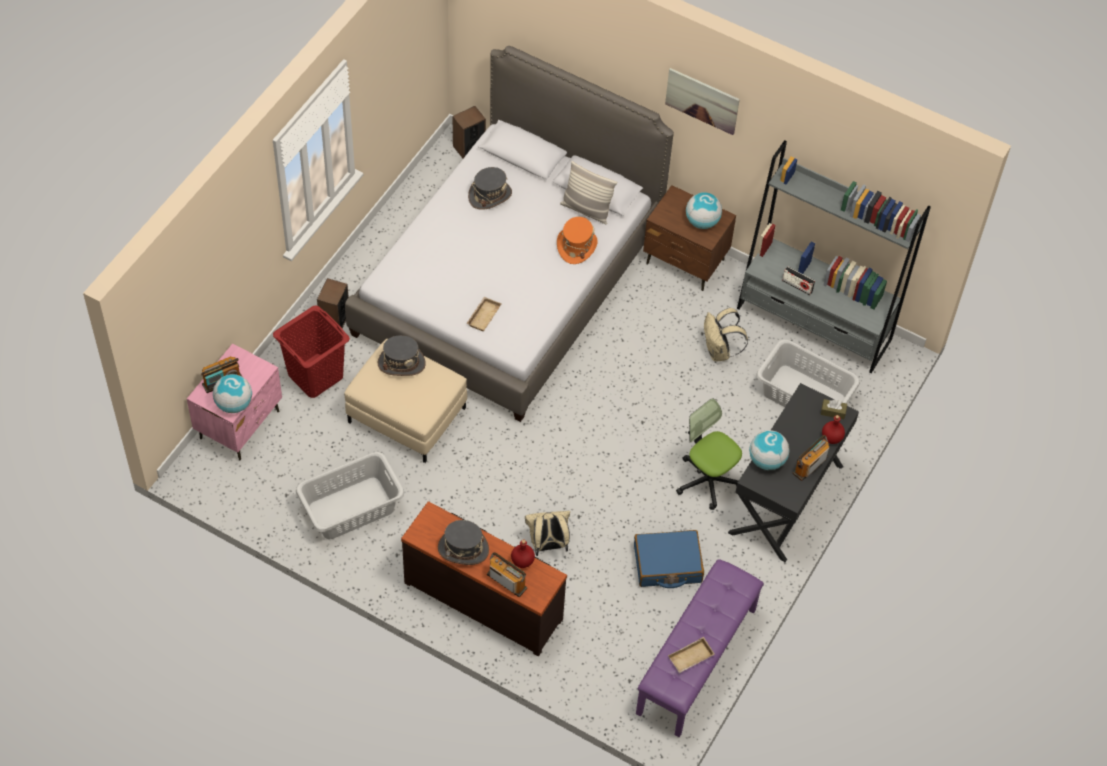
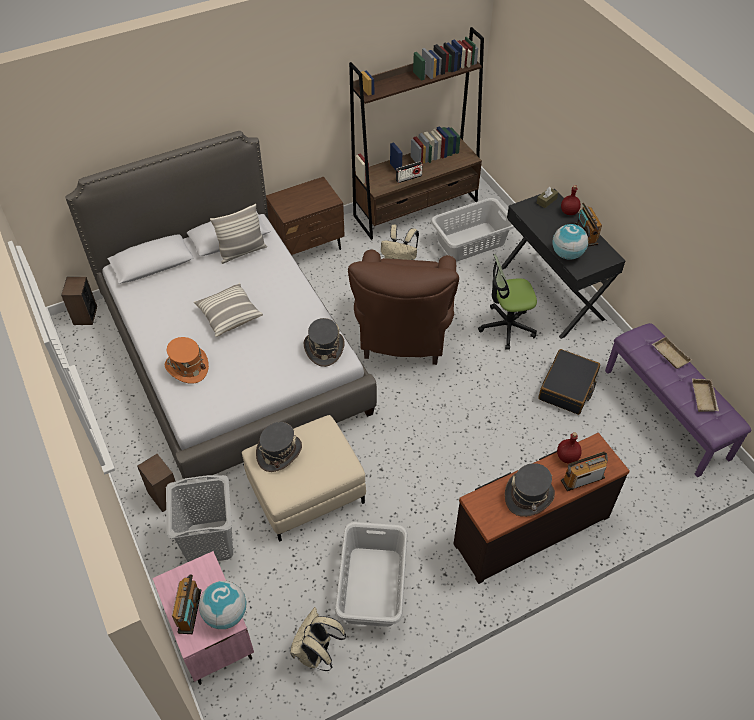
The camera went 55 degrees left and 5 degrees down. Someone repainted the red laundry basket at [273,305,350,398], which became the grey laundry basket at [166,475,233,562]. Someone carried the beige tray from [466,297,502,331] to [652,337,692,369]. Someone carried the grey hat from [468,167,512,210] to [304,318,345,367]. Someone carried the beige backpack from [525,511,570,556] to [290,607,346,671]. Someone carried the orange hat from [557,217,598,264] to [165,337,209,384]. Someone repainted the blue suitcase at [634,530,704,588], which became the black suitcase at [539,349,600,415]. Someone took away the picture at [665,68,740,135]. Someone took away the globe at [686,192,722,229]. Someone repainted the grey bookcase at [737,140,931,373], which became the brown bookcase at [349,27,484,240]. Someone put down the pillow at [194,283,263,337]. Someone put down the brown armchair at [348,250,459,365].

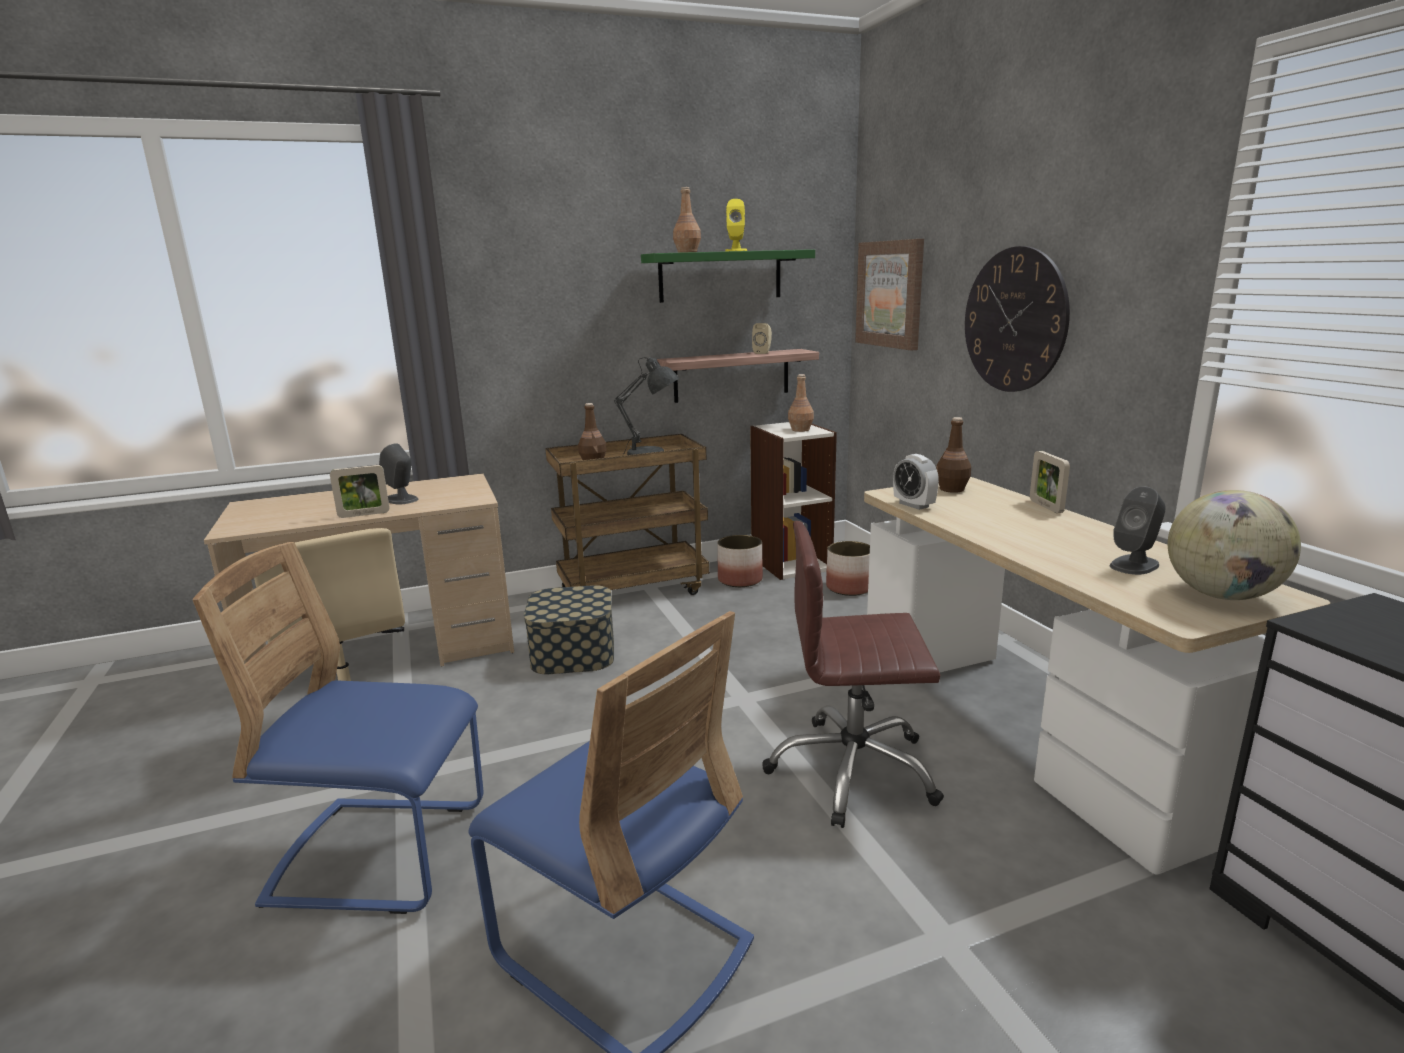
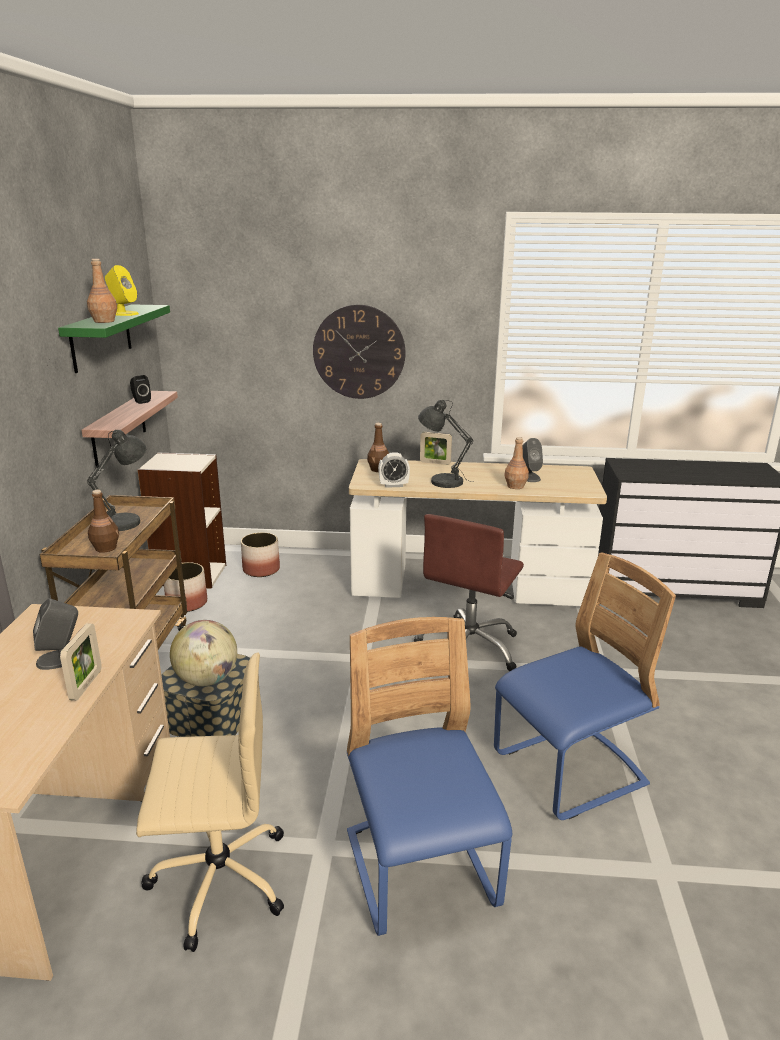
The camera went 65 degrees left and 5 degrees up. Someone rotated the blue chair at [192,542,484,914] by 135 degrees clockwise. Someone repainted the beige speaker at [752,323,772,354], which became the black speaker at [130,375,151,404]. Someone carried the brown bottle from [788,374,814,432] to [505,437,529,489]. Someone took away the picture at [855,239,924,351]. Someone carried the globe from [1168,490,1301,600] to [170,620,237,686]. Someone put down the grey table lamp at [418,400,474,488].

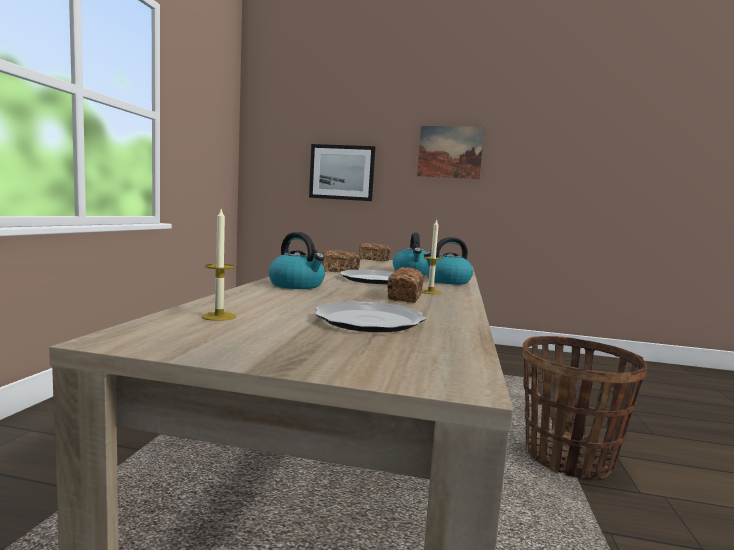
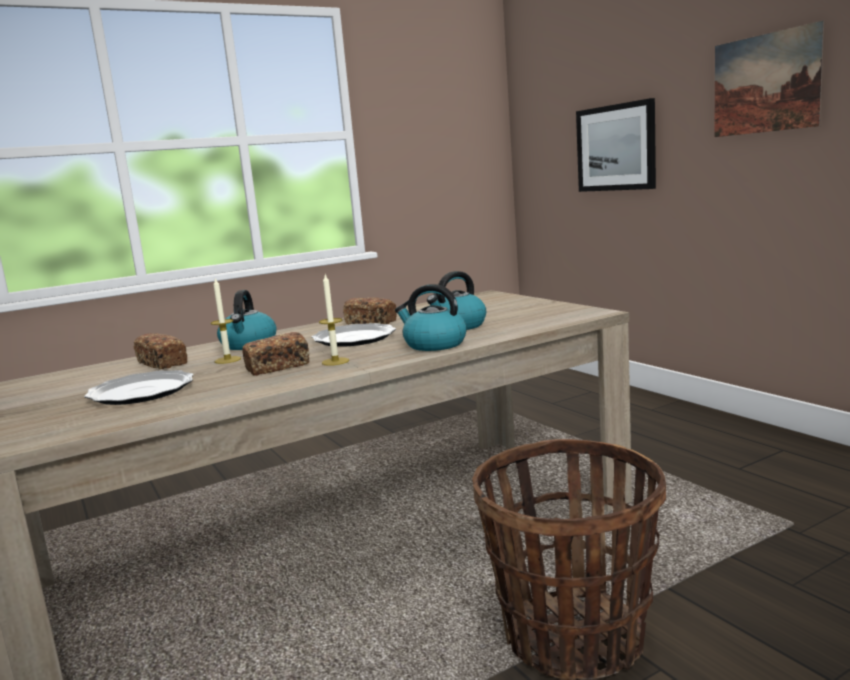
The camera went 50 degrees right and 5 degrees up. Someone carried the candle from [201,209,237,321] to [211,277,241,364]. Someone carried the bread from [359,243,391,261] to [134,333,187,369].

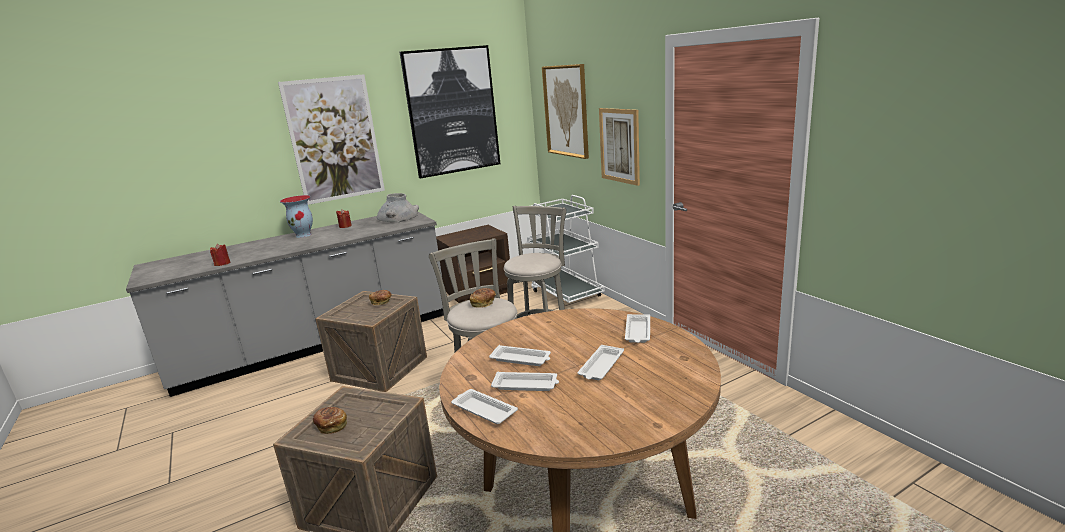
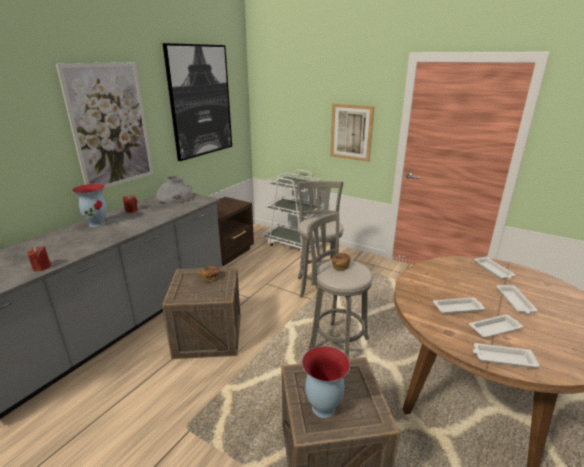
The camera went 30 degrees left and 5 degrees up. Someone swapped the bread at [313,407,347,434] for the vase at [302,346,350,418]. Someone took away the picture at [542,64,589,159].

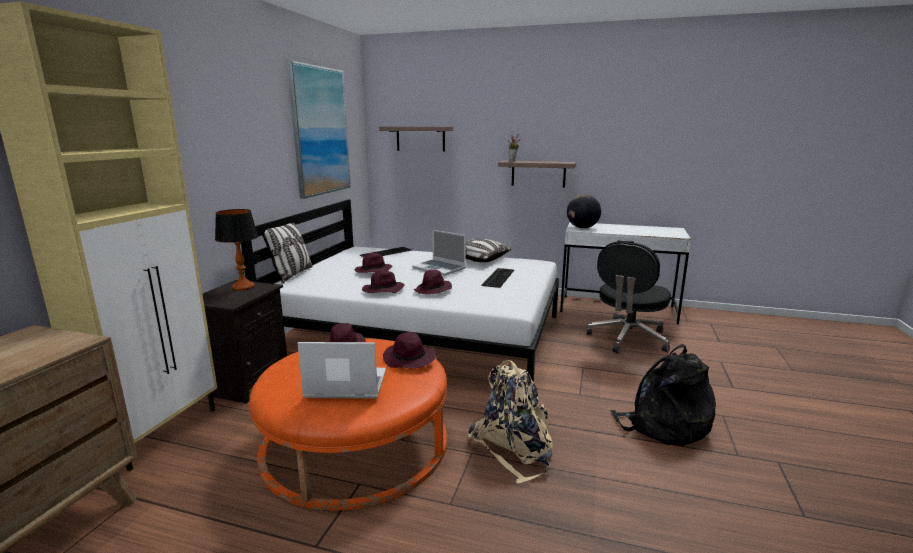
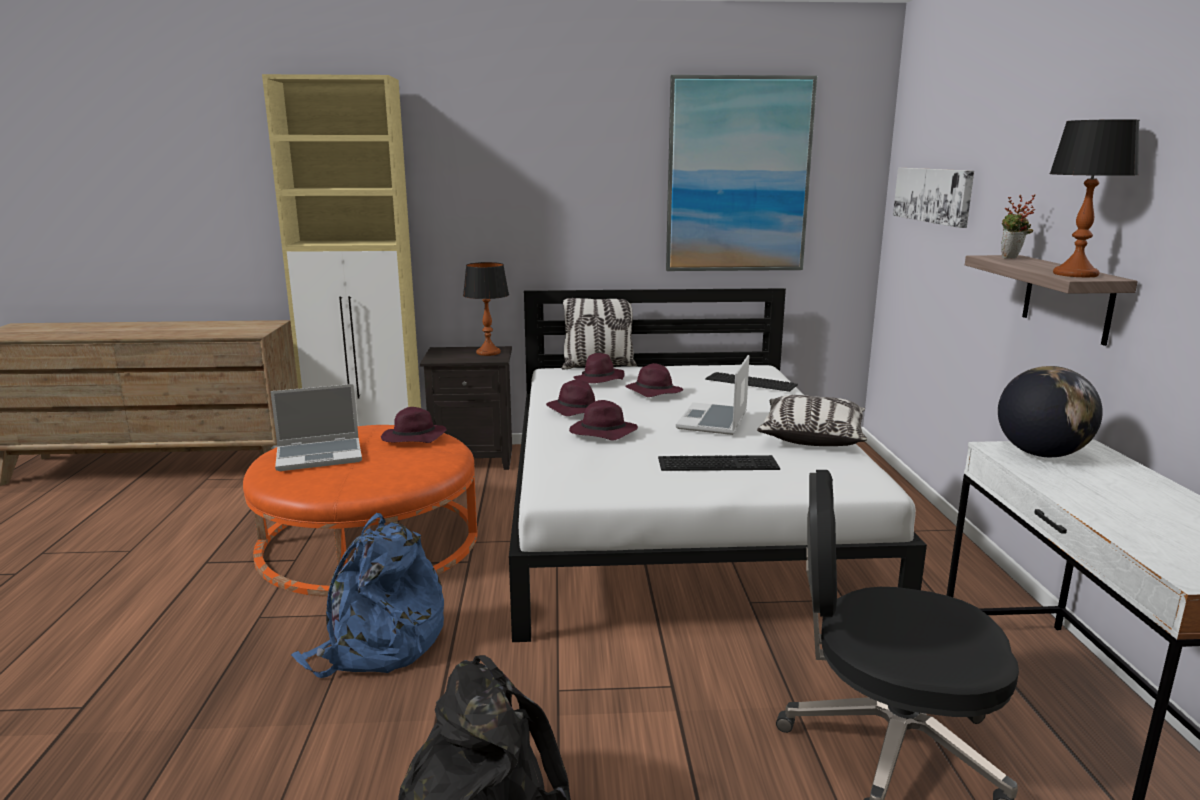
The camera went 70 degrees right and 0 degrees up. Someone rotated the laptop at [297,342,386,398] by 90 degrees clockwise. Someone swapped the shelf at [379,126,453,152] for the picture at [893,168,974,228]. Someone carried the purple hat from [383,332,436,368] to [574,353,625,383]. Someone repainted the beige backpack at [468,360,553,484], which became the blue backpack at [291,513,444,678]. Someone put down the table lamp at [1049,119,1140,277].

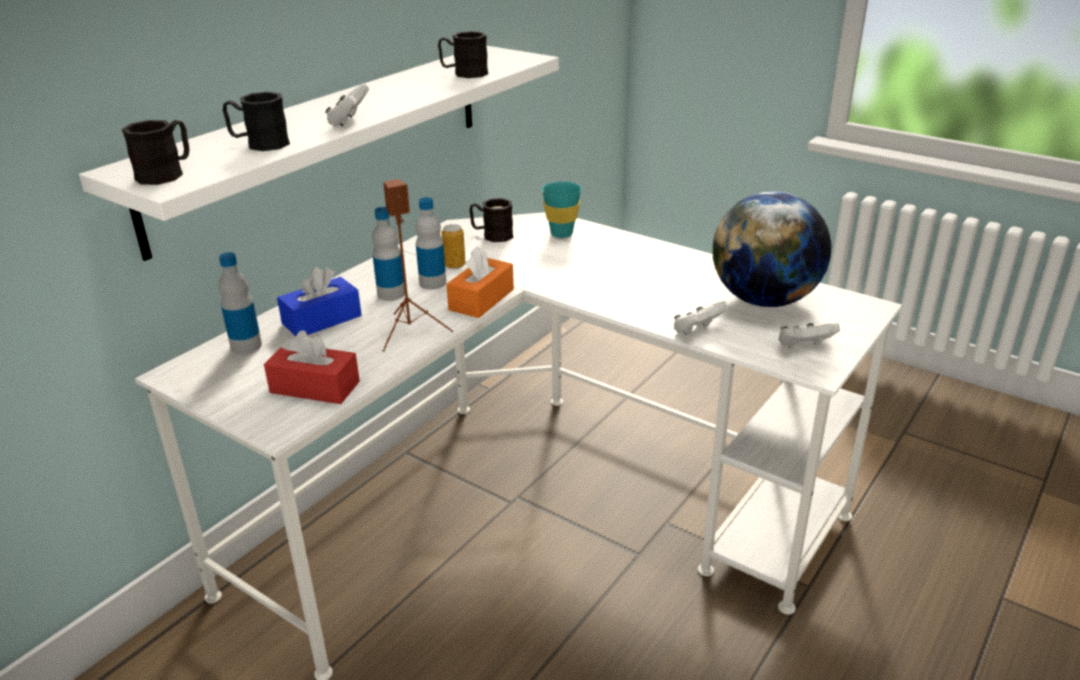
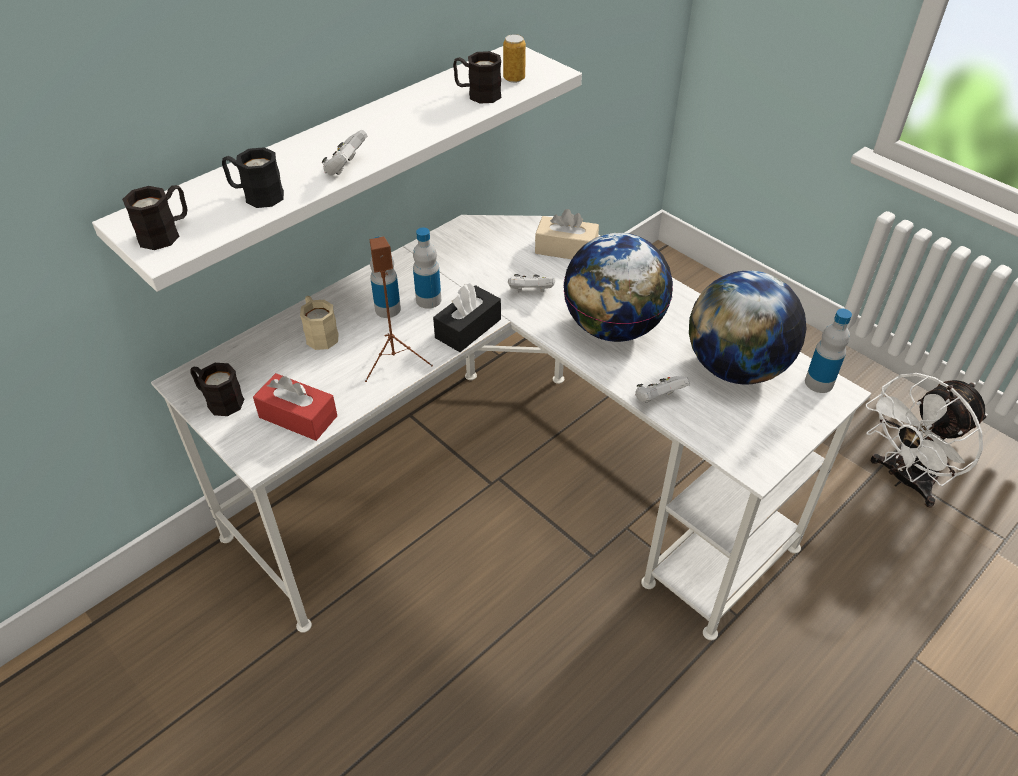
The camera went 10 degrees right and 15 degrees up. Someone carried the bottle from [219,252,262,354] to [805,309,852,393]. Someone swapped the blue tissue box at [277,267,362,336] for the beige mug at [300,296,339,350]. Someone carried the can from [441,224,465,269] to [503,34,526,83]. Someone repainted the orange tissue box at [446,246,514,318], which became the black tissue box at [433,283,501,352]. Someone carried the black mug from [470,198,513,242] to [190,363,245,416]. Someone swapped the turquoise cup at [542,181,582,238] for the beige tissue box at [535,209,599,259]. Someone carried the white game controller from [778,322,840,348] to [508,274,555,292]. Someone put down the globe at [563,233,673,342]. Someone put down the white fan at [866,373,988,507].

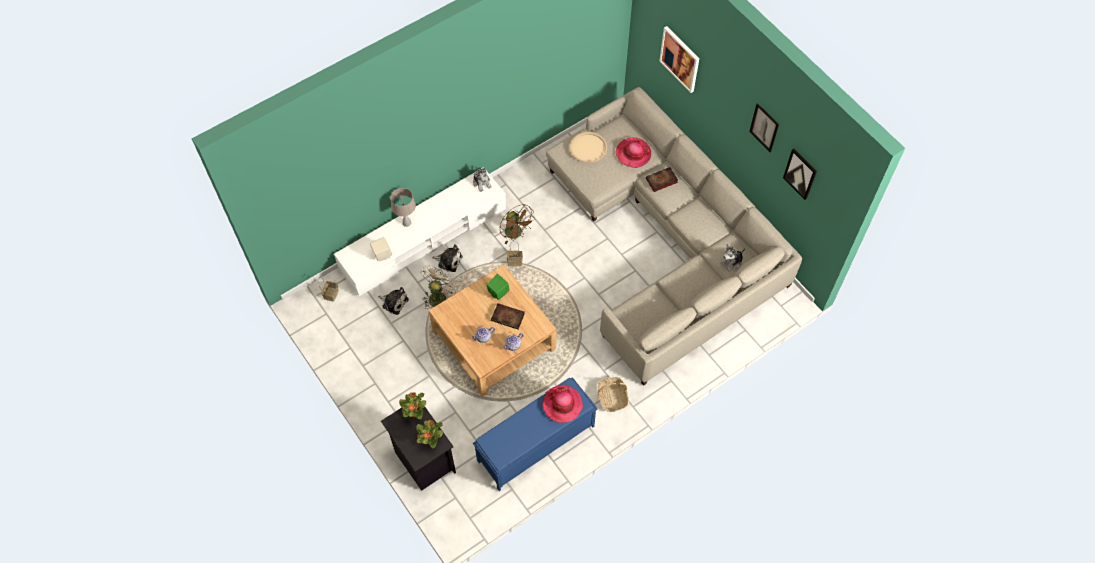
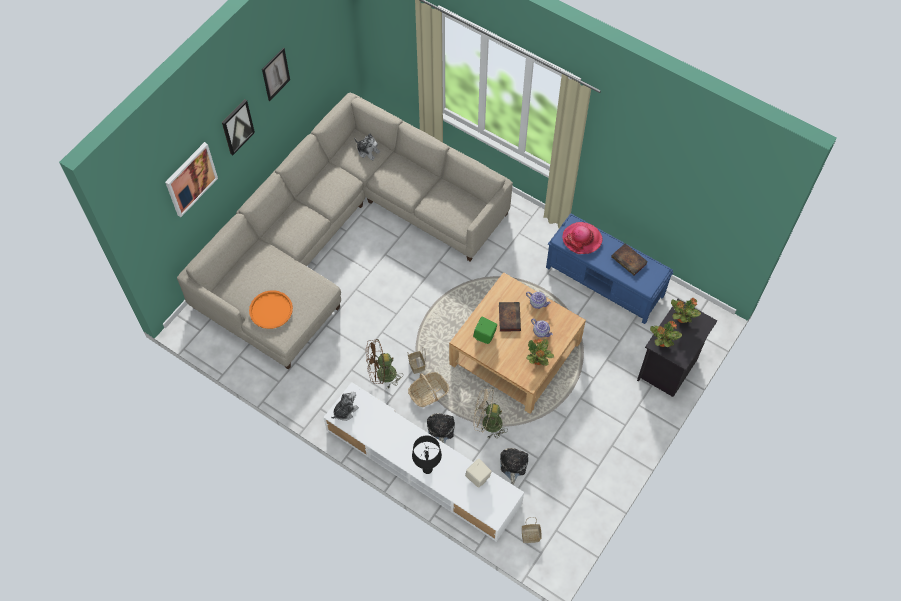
The camera went 110 degrees left and 0 degrees up. Someone repainted the beige table lamp at [390,188,416,227], which became the black table lamp at [412,435,442,474]. Someone rotated the brown fan at [500,204,535,244] by 135 degrees counterclockwise. Someone repainted the beige tray at [570,132,607,163], which became the orange tray at [249,290,293,329]. Someone carried the basket from [598,377,629,412] to [408,372,449,407]. Someone took away the hat at [616,138,651,168]. Someone carried the book from [646,167,678,192] to [611,243,648,276]. Someone carried the picture from [783,148,817,200] to [222,99,255,155]. Someone put down the potted plant at [527,339,554,366].

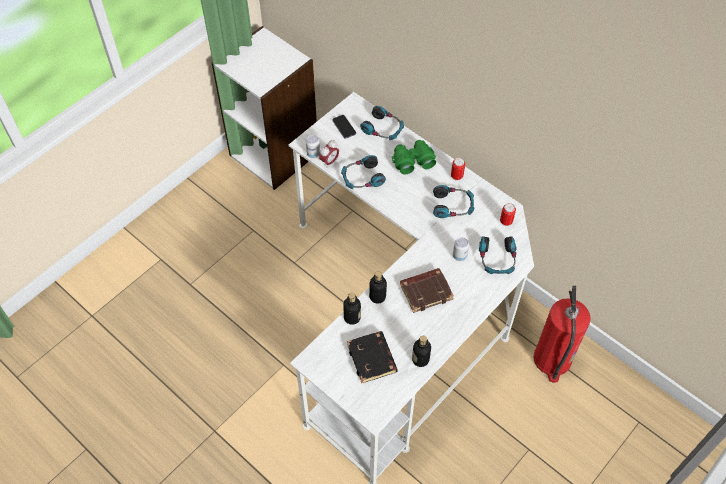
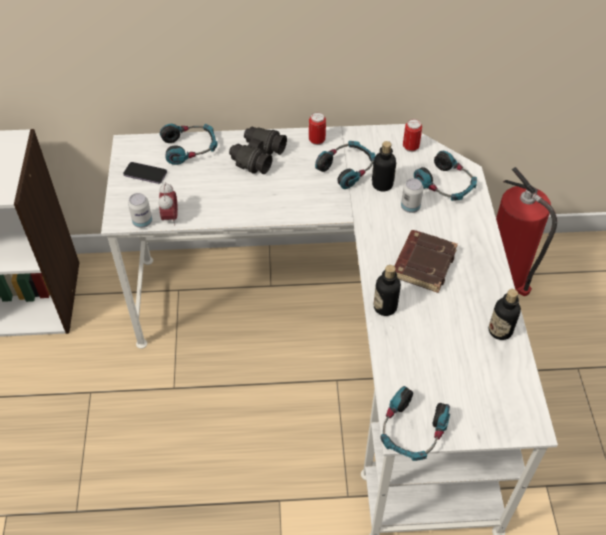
The camera went 45 degrees left and 5 degrees down. Someone carried the headphones from [341,155,386,189] to [380,386,450,461]. Someone carried the bottle from [343,293,361,325] to [372,141,396,192]. Someone took away the black book at [347,331,398,383]. Someone repainted the green binoculars at [392,140,436,175], which became the black binoculars at [229,127,287,174].

